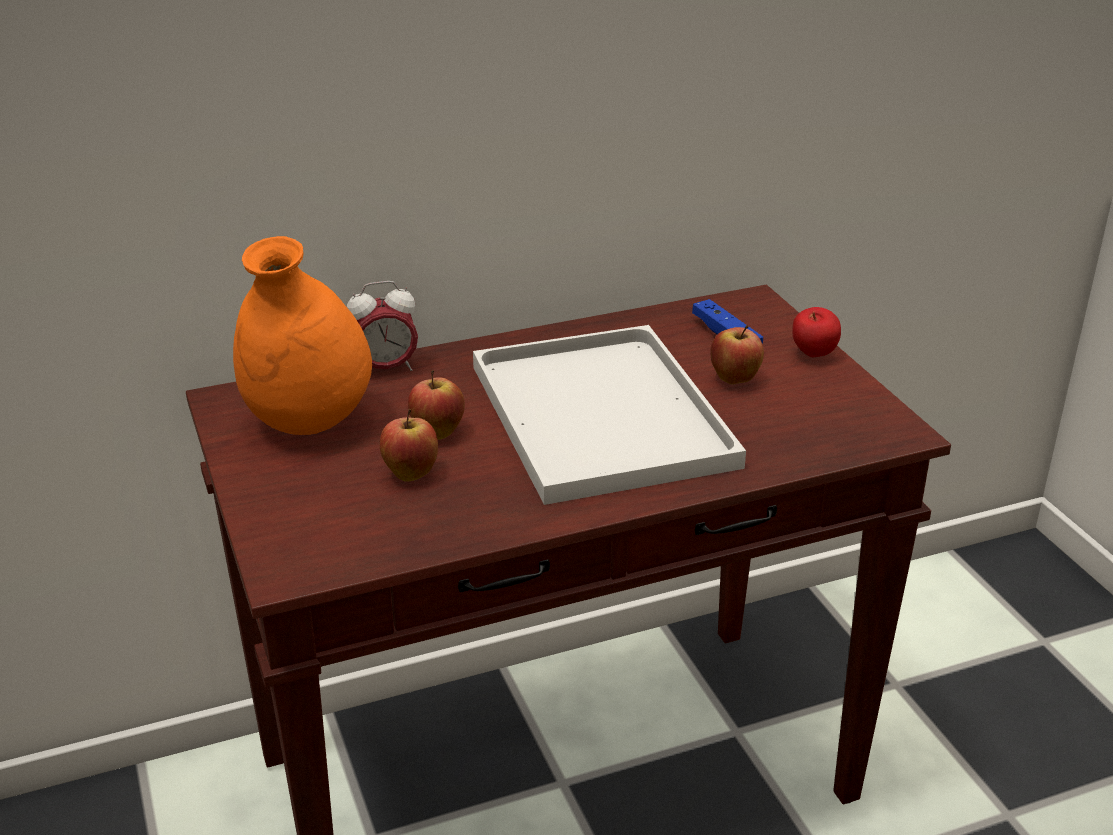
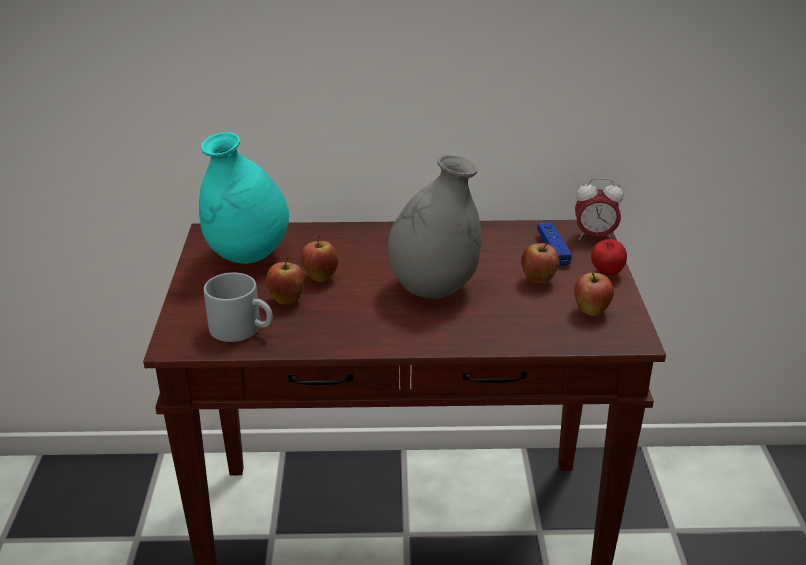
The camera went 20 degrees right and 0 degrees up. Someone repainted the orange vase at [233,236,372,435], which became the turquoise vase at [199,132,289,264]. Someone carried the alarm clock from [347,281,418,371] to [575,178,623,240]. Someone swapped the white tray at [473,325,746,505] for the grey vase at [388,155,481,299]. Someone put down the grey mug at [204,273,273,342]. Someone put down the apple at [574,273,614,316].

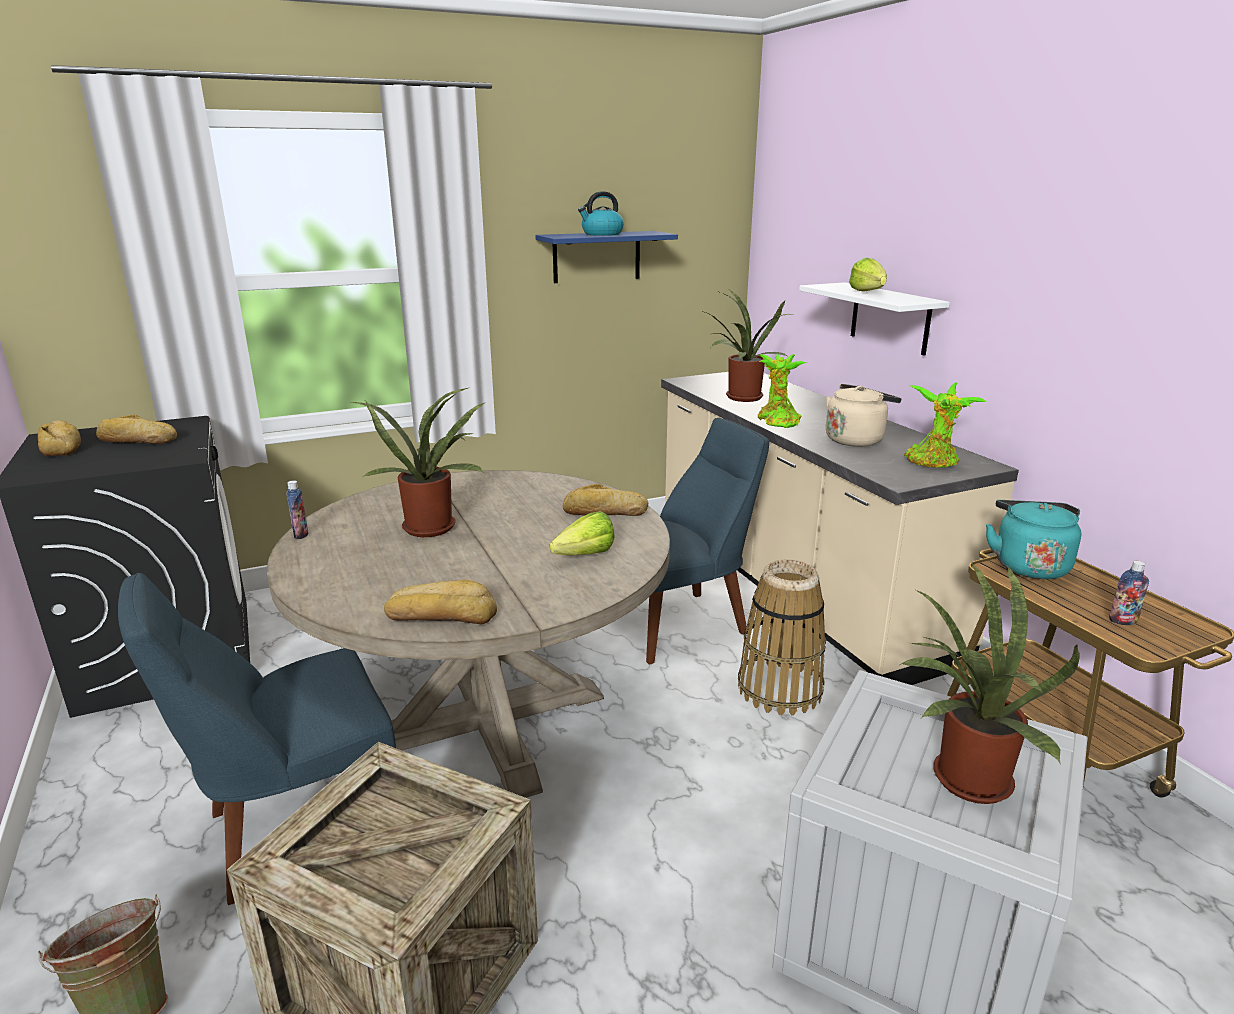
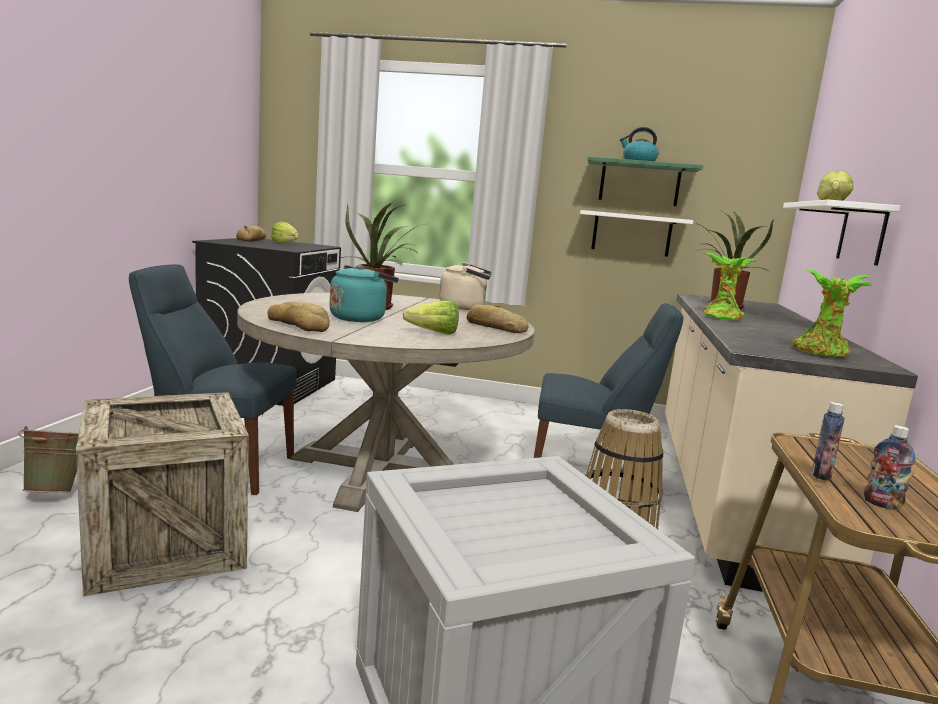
The camera went 35 degrees right and 10 degrees down. Someone swapped the bread at [96,414,177,444] for the lettuce at [271,221,299,244]. Someone carried the bottle from [286,480,308,539] to [811,402,845,480]. Someone repainted the blue shelf at [535,231,678,283], which became the green shelf at [588,156,703,206]. Someone carried the beige kettle from [826,384,902,447] to [439,262,492,310]. Someone took away the potted plant at [900,563,1080,804]. Someone carried the turquoise kettle from [986,500,1081,579] to [329,265,399,322]. Someone put up the white shelf at [580,210,693,257].

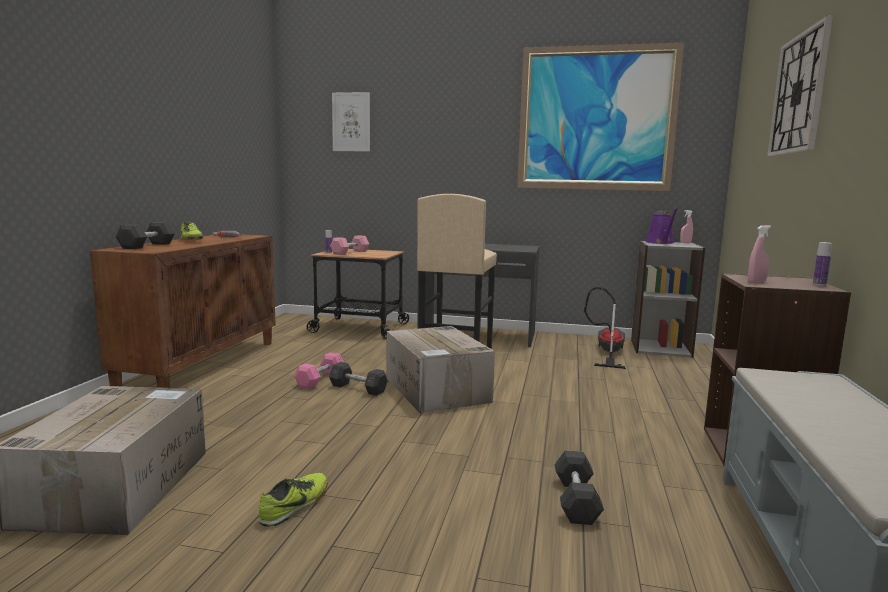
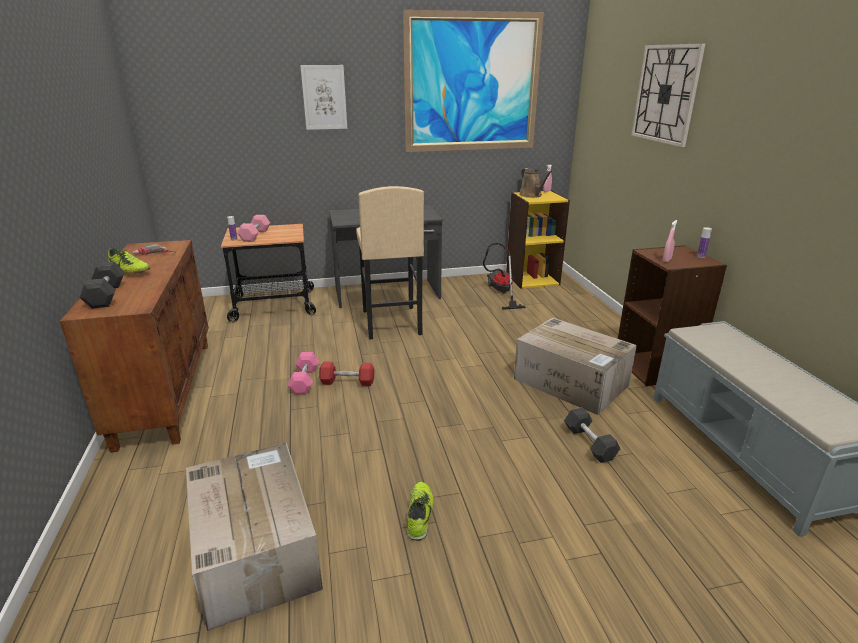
The camera went 25 degrees left and 15 degrees up. Someone repainted the grey dumbbell at [329,362,388,396], which became the red dumbbell at [319,361,374,386]. Someone carried the picture from [332,92,370,151] to [300,65,347,130]. Someone carried the cardboard box from [387,326,495,413] to [514,318,637,415]. Someone repainted the grey bookcase at [631,241,705,358], which became the yellow bookcase at [506,190,570,289]. Someone repainted the purple watering can at [645,208,678,244], which became the brown watering can at [519,168,552,198].

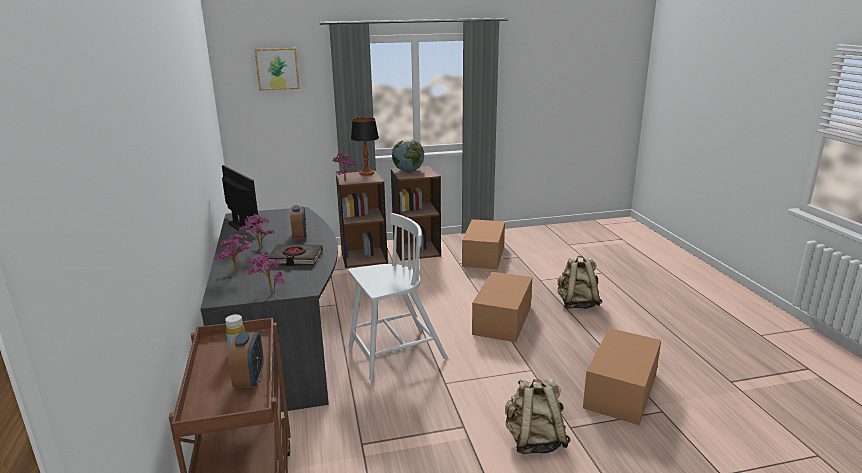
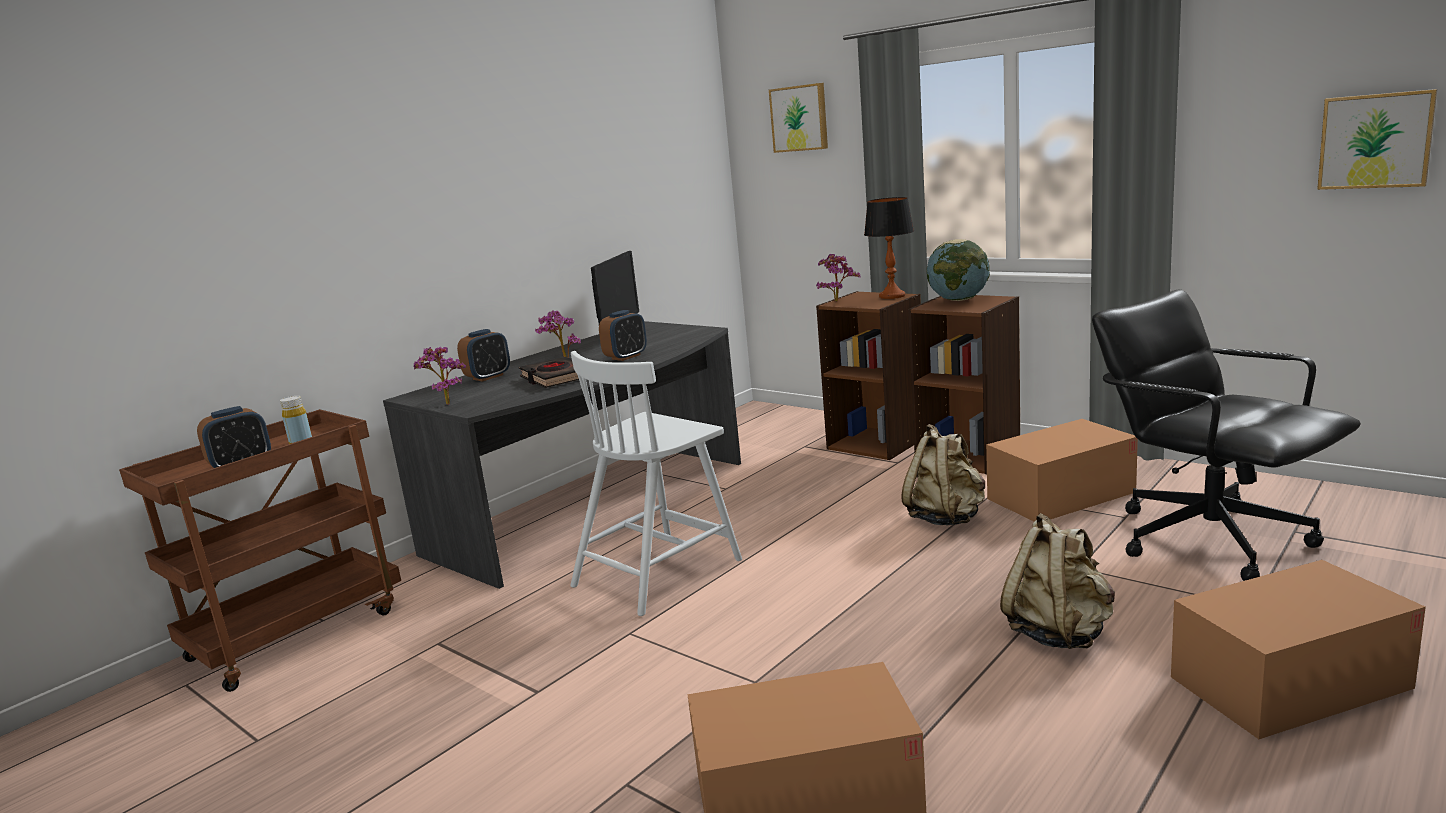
The camera went 55 degrees right and 5 degrees down. Someone swapped the potted plant at [214,233,251,271] for the alarm clock at [457,329,510,382]. Someone rotated the white chair at [348,213,448,381] by 105 degrees clockwise. Someone carried the cardboard box from [472,272,532,342] to [1171,560,1426,739]. Someone carried the beige backpack from [505,378,571,454] to [901,424,985,526]. Someone put down the black office chair at [1092,289,1361,581]. Someone put up the picture at [1317,89,1437,190].

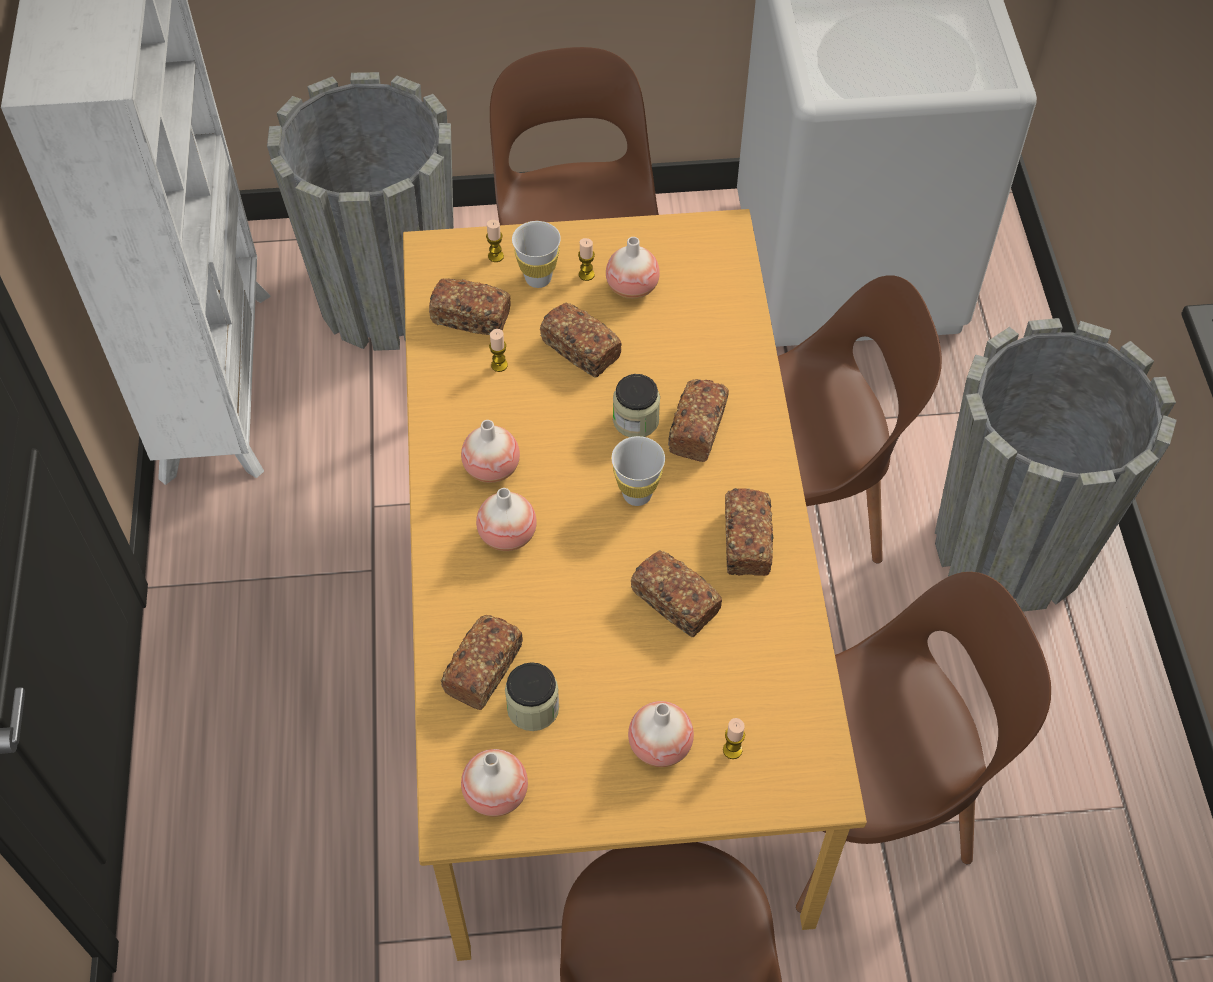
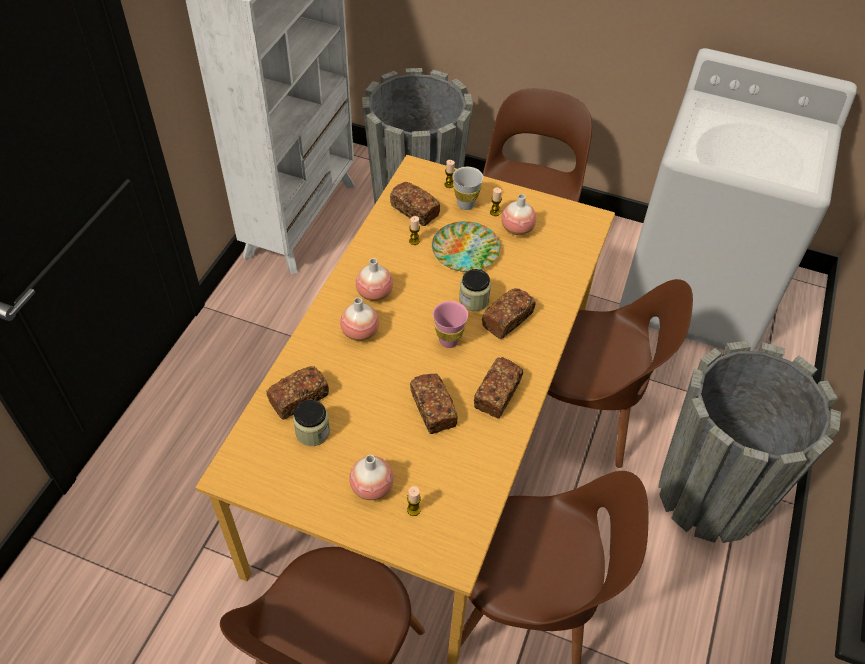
The camera went 25 degrees right and 5 degrees down. Someone took away the vase at [461,749,528,817]. Someone swapped the bread at [540,302,622,378] for the plate at [432,221,501,272]. Someone repainted the white cup at [611,436,665,506], which became the pink cup at [433,301,468,348].

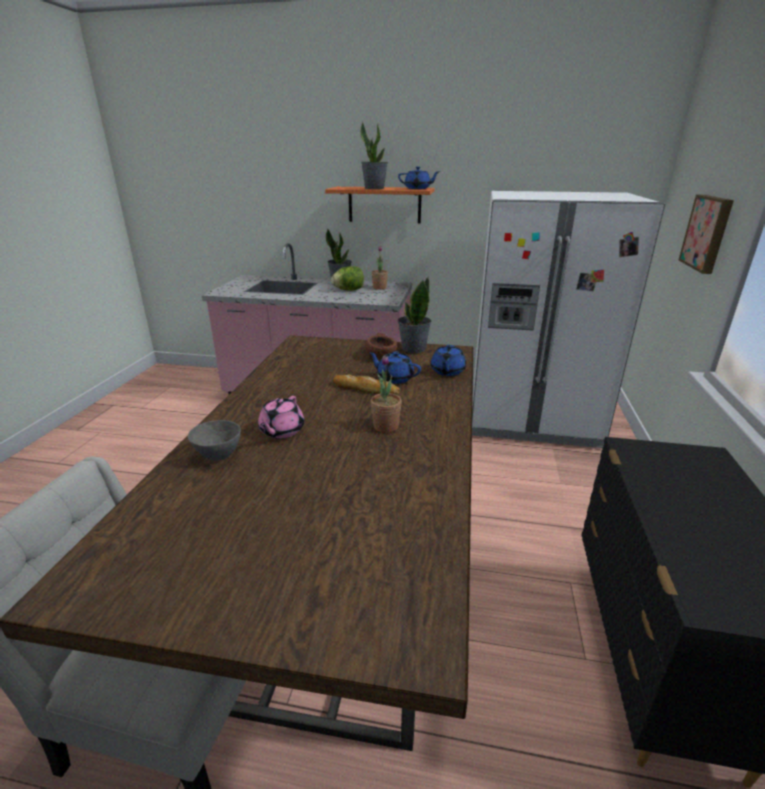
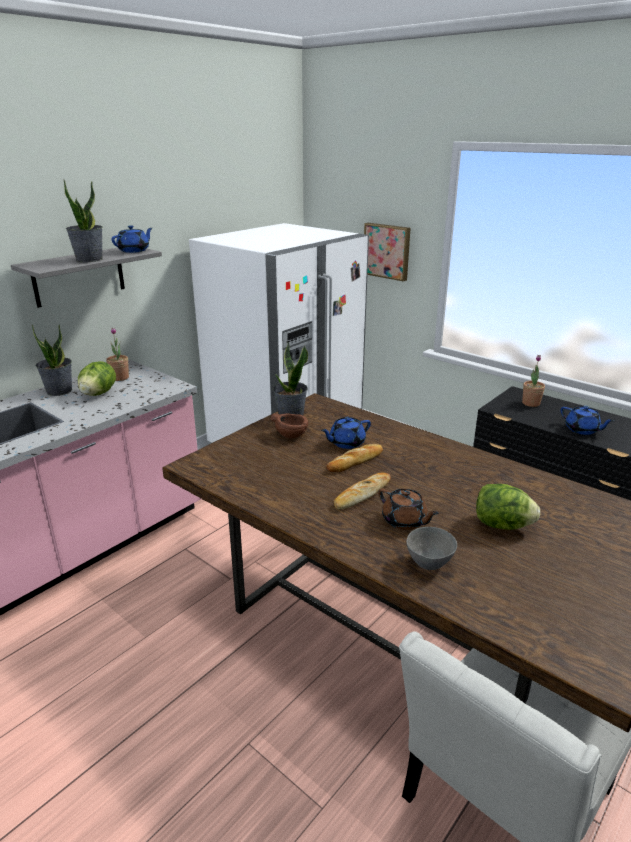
The camera went 60 degrees left and 0 degrees up. Someone repainted the pink teapot at [258,396,304,439], which became the brown teapot at [378,488,439,530]. Someone repainted the orange shelf at [325,187,434,223], which became the grey shelf at [11,248,162,308]. Someone carried the potted plant from [371,355,402,433] to [522,355,545,407]. Someone carried the blue teapot from [430,345,466,376] to [560,406,614,435]. Someone put down the bread at [334,473,391,510]. Someone put down the lettuce at [476,484,540,530].

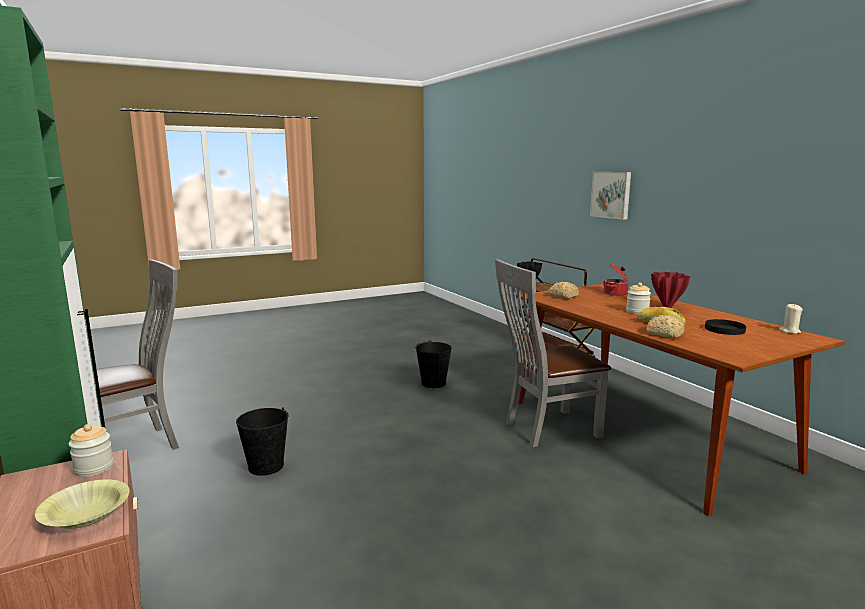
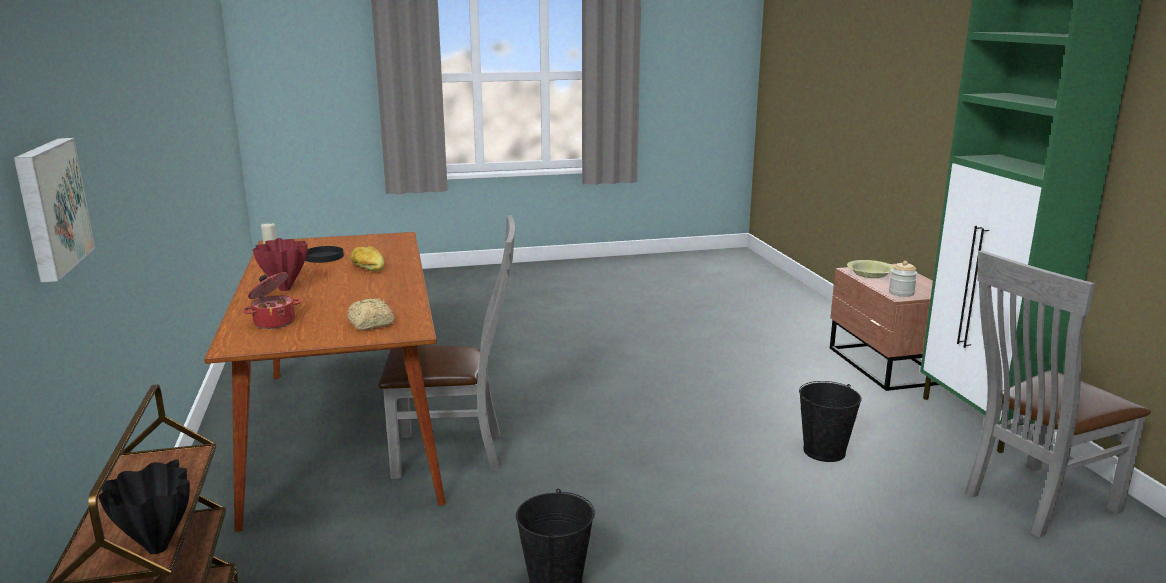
The camera went 165 degrees left and 5 degrees up. Someone took away the jar at [626,282,651,314]. Someone took away the bread at [646,315,685,338].

